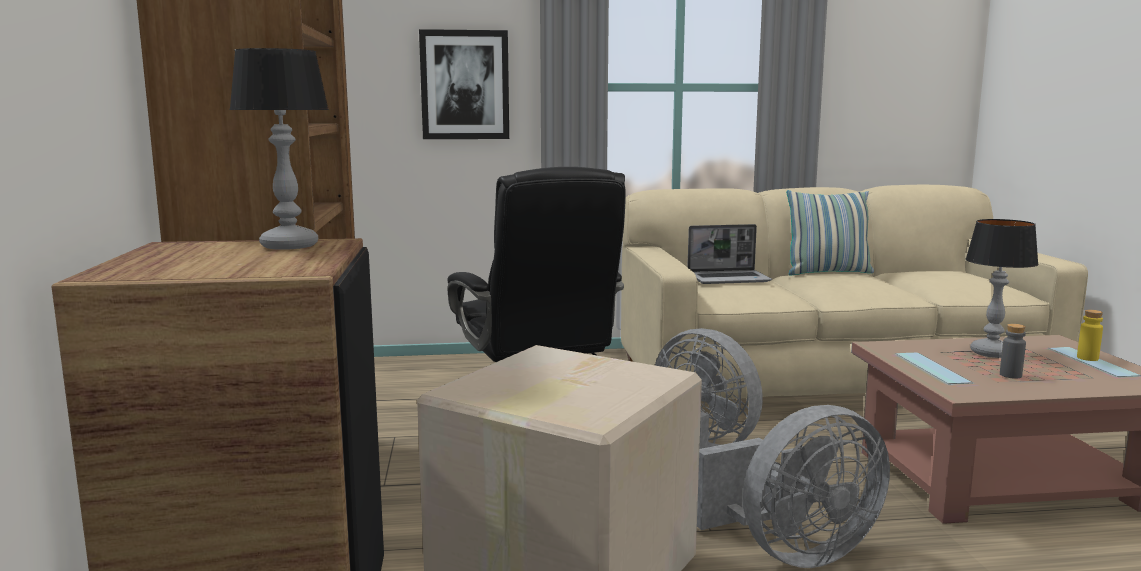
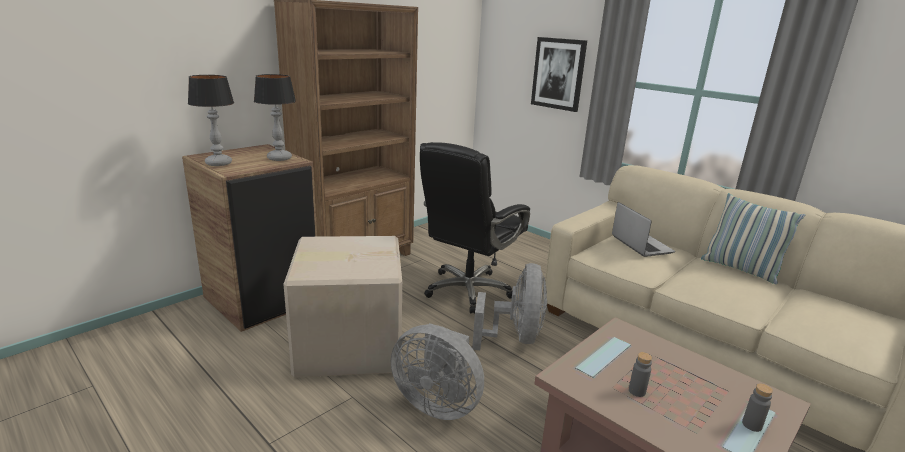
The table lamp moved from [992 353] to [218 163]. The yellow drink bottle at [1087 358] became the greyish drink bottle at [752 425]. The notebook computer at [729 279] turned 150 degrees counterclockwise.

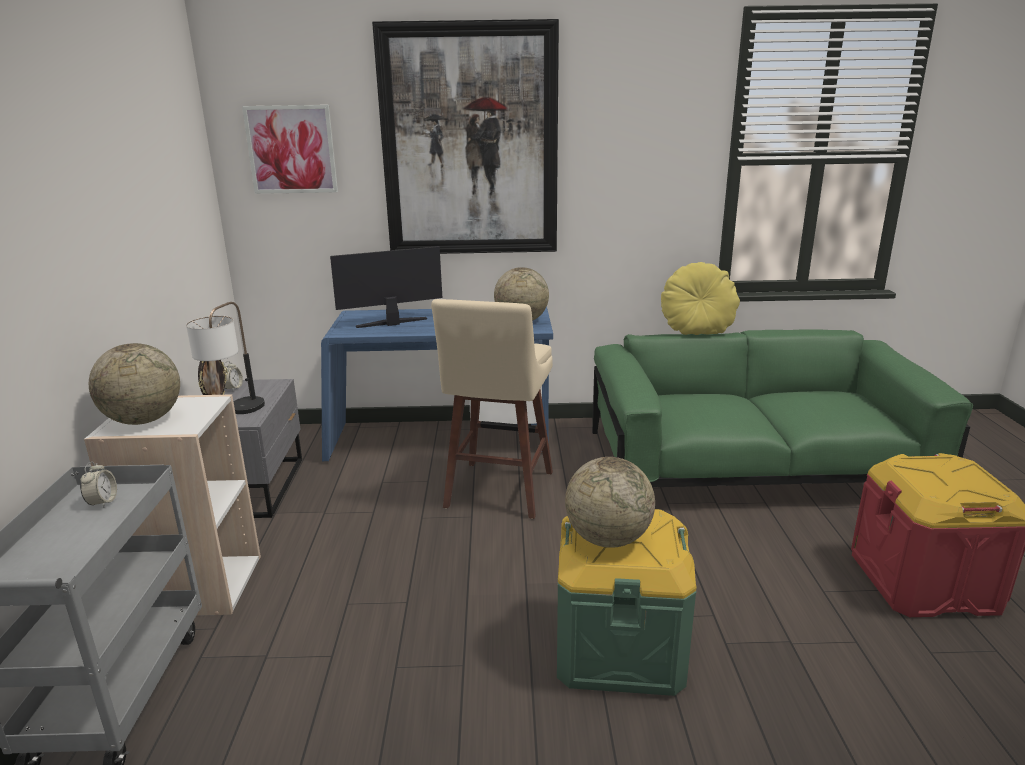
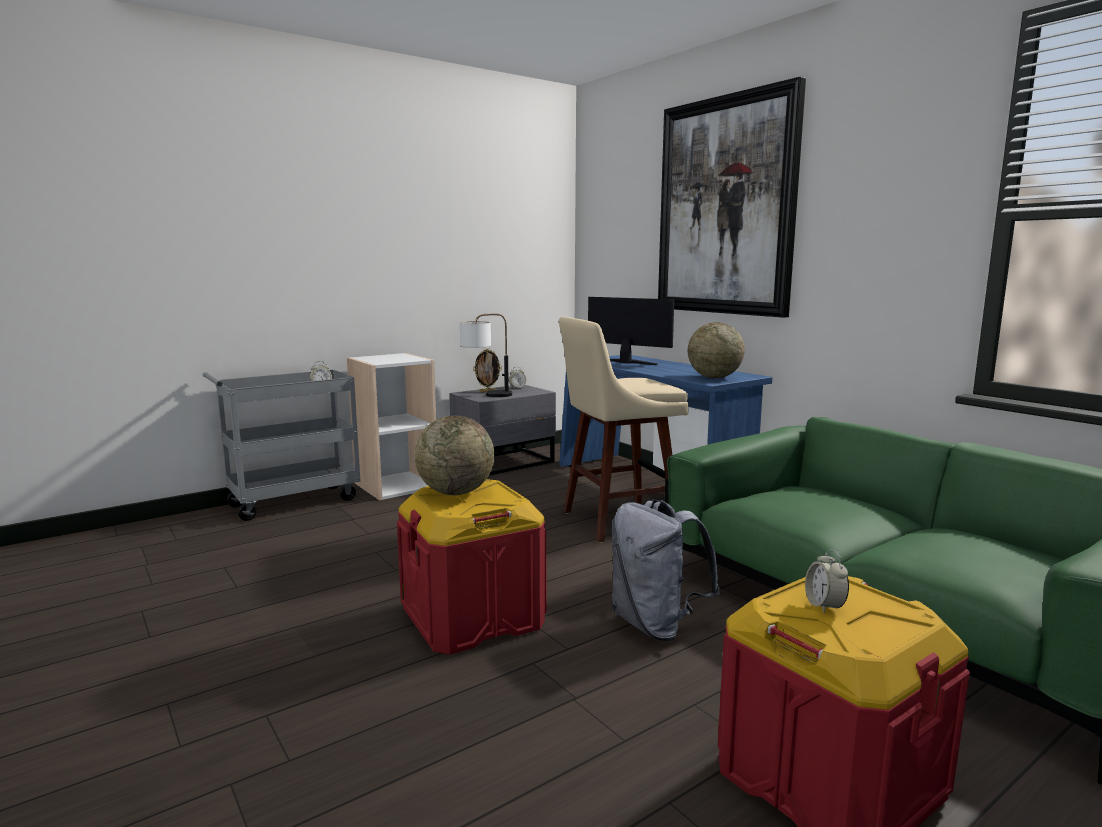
The desk globe at [143 420] disappeared. The wall picture at [291 149] disappeared. The yellow throw pillow at [696 332] disappeared. The greyish backpack at [656 625] appeared. The alarm clock at [824 606] appeared. The green-coloured storage box at [619 647] became the reddish storage box at [473 617].

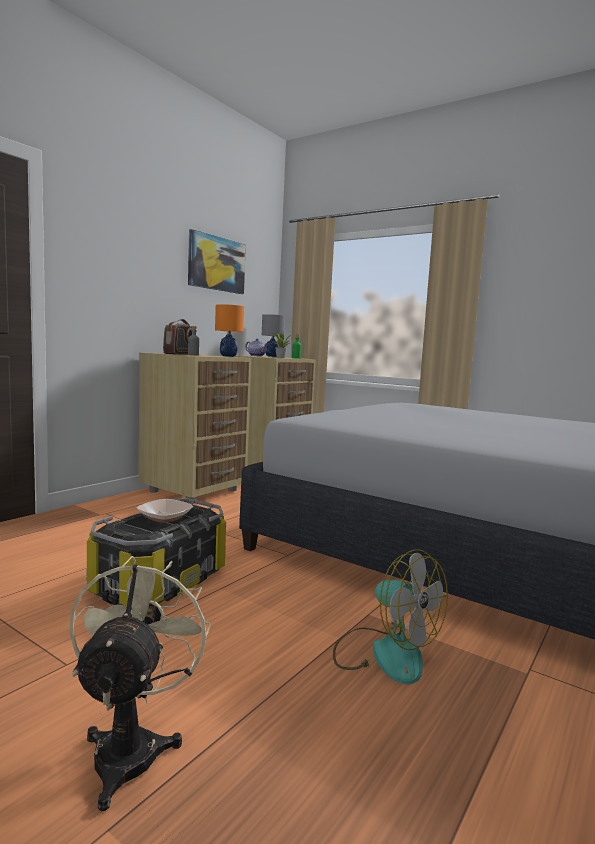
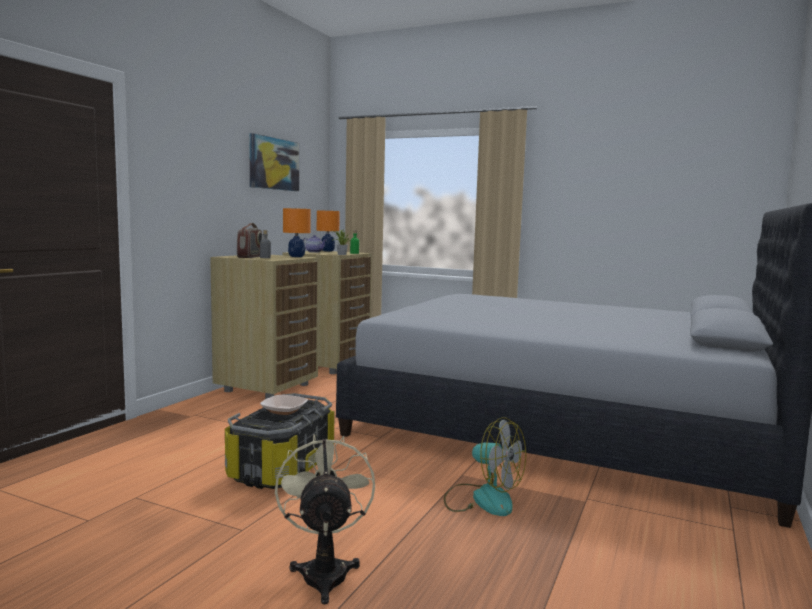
The greyish table lamp at [271 356] became the orange-coloured table lamp at [327 251].

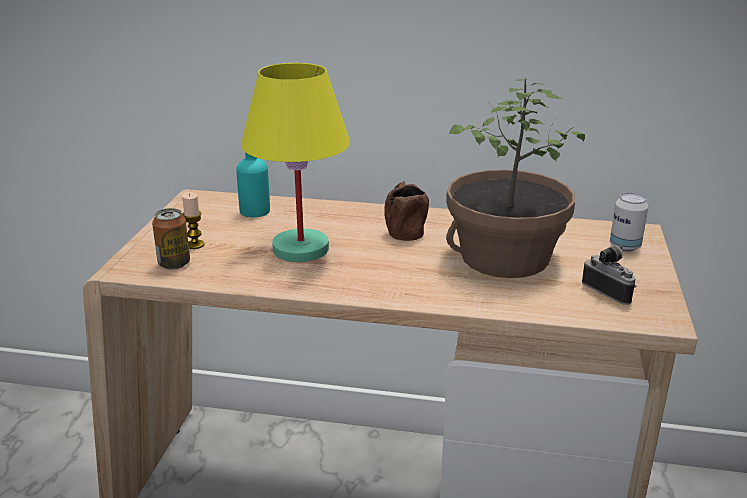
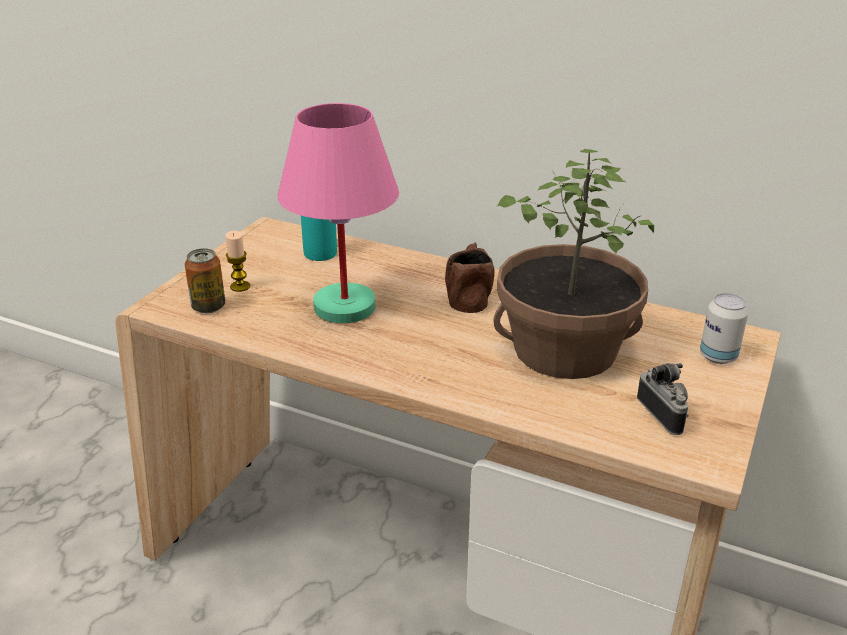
The yellow table lamp at [300 249] became the pink-coloured table lamp at [343 307].

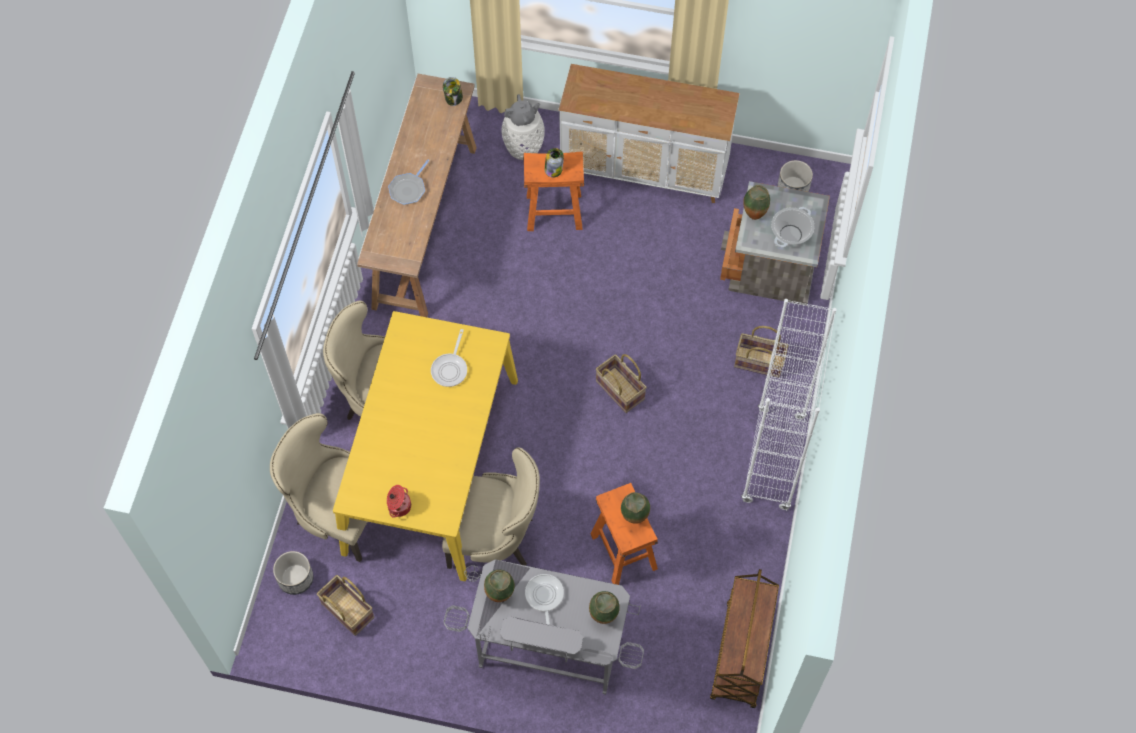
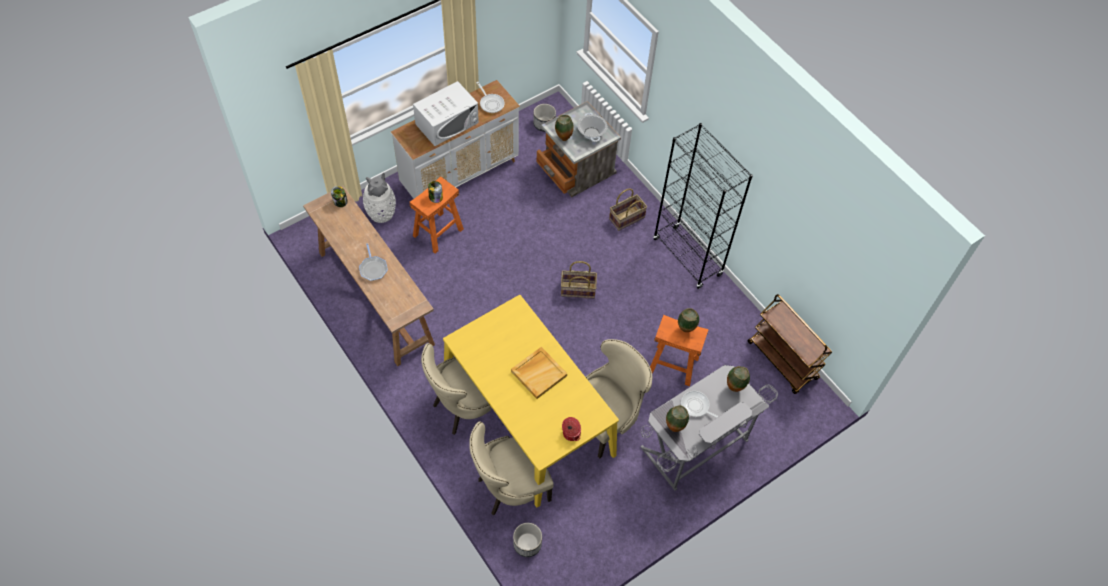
The household basket at [347 611] disappeared. The white-coloured kitchen microwave at [447 123] appeared. The beige-coloured serving tray at [539 373] appeared. The skillet moved from [450 368] to [491 103]. The white-coloured shelving unit at [773 459] became the black shelving unit at [687 257].

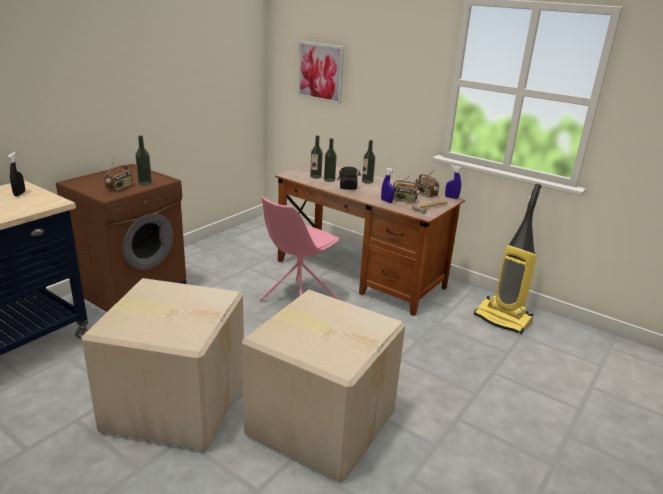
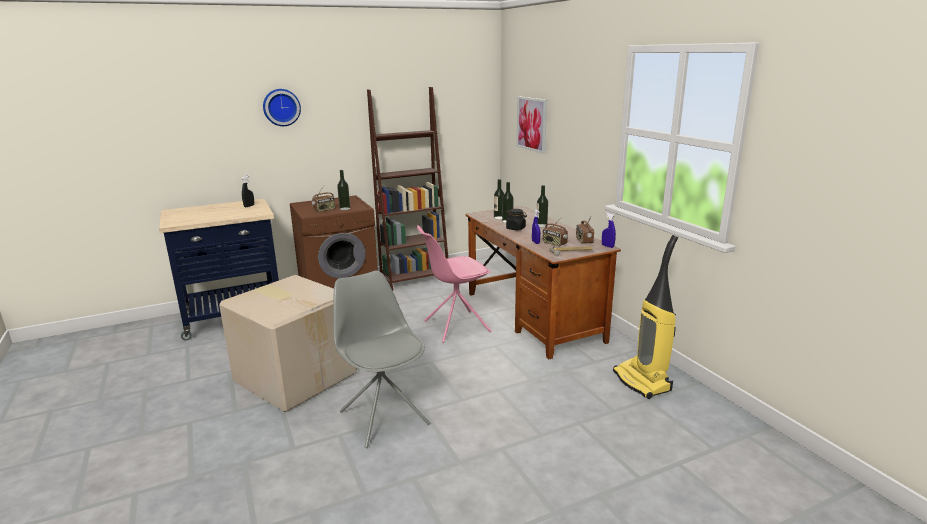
The clock on the wall at [281 107] appeared. The brown-coloured shelving unit at [415 279] appeared. The carton at [320 421] was replaced by the greyish plain chair at [383 417].

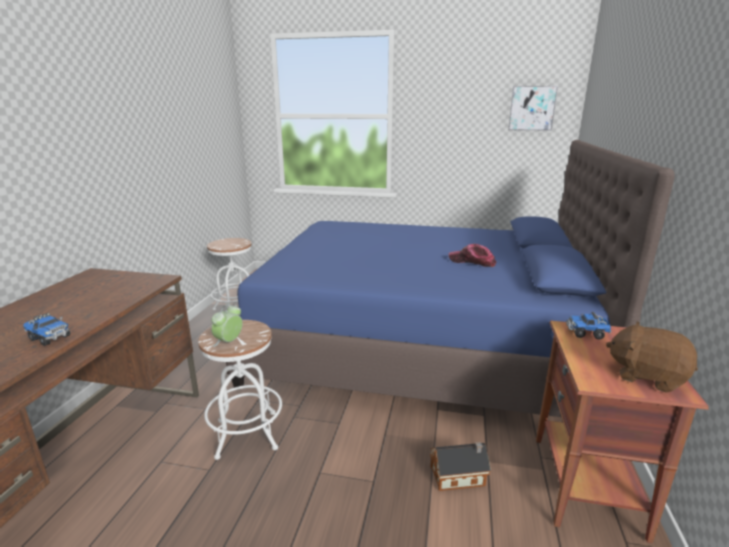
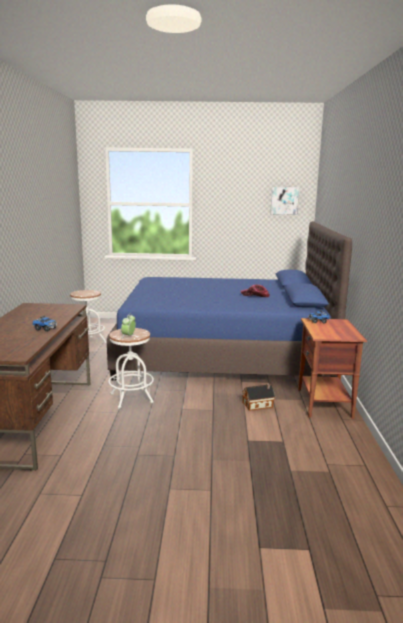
The brown-coloured soft toy at [647 376] disappeared.

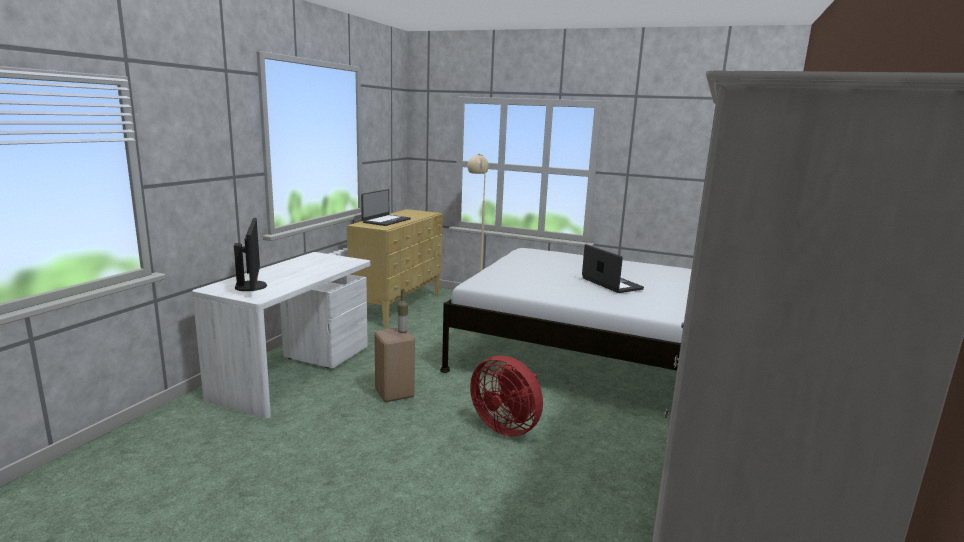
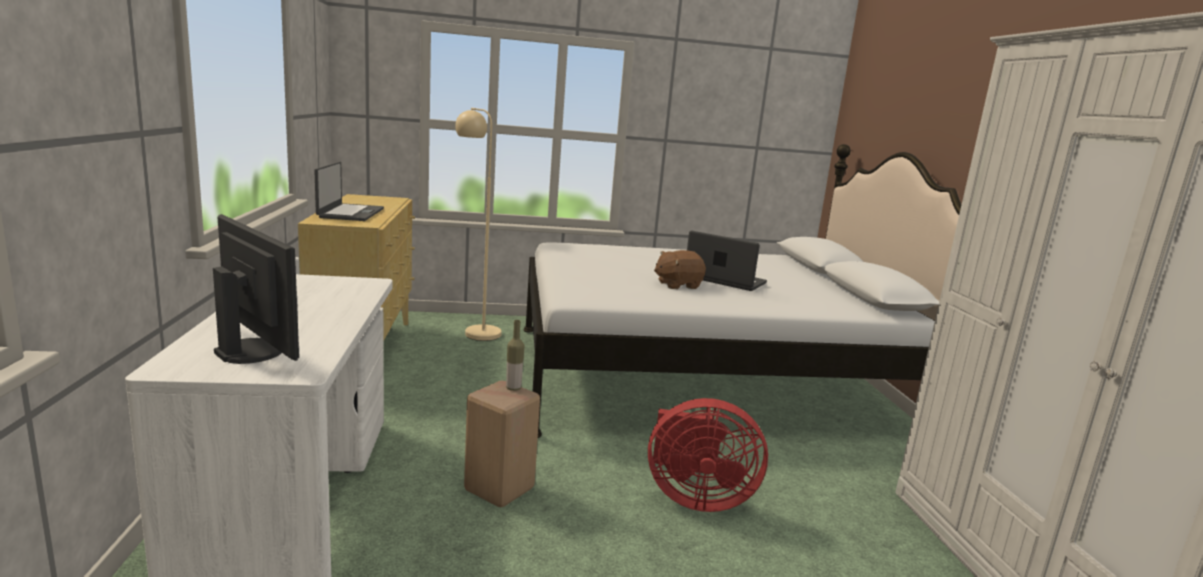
The brown-coloured soft toy at [677 285] appeared.

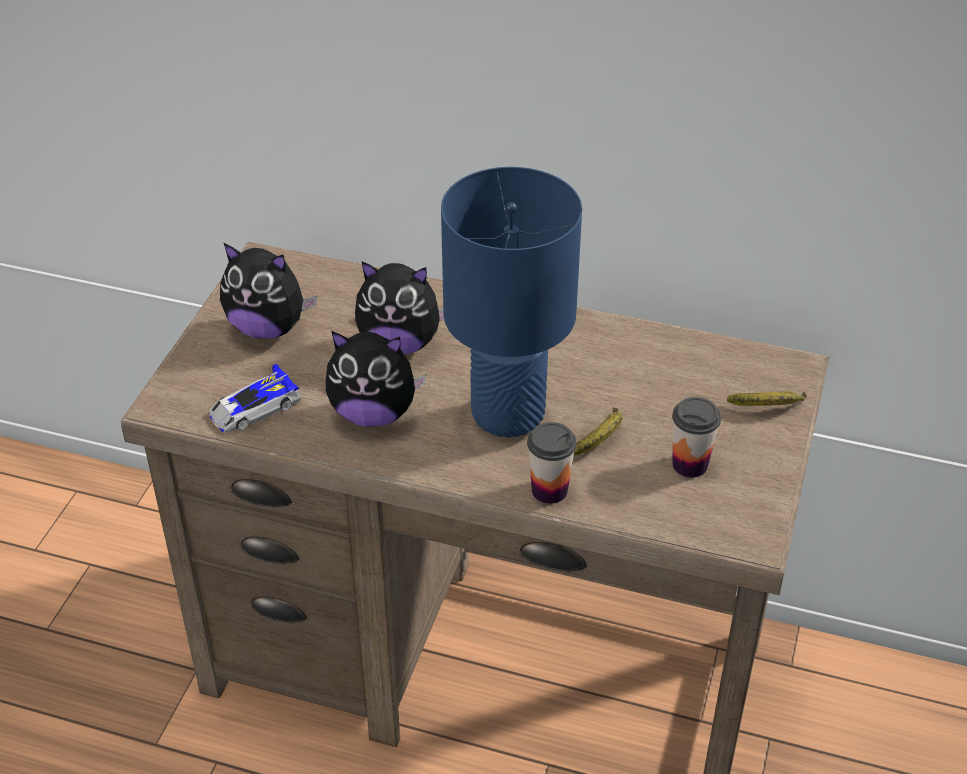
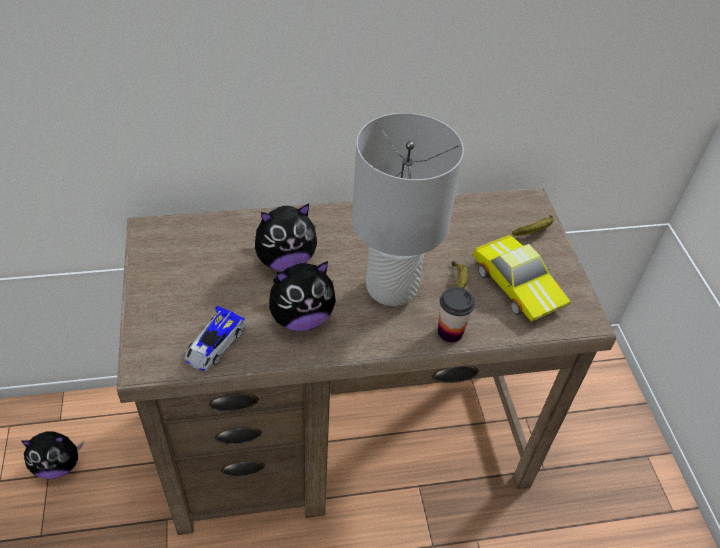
The soft toy moved from [268 328] to [58 465]. The drinking cup at [690 464] was replaced by the model car at [518 284]. The bluish table lamp at [508 420] became the greyish table lamp at [392 292].

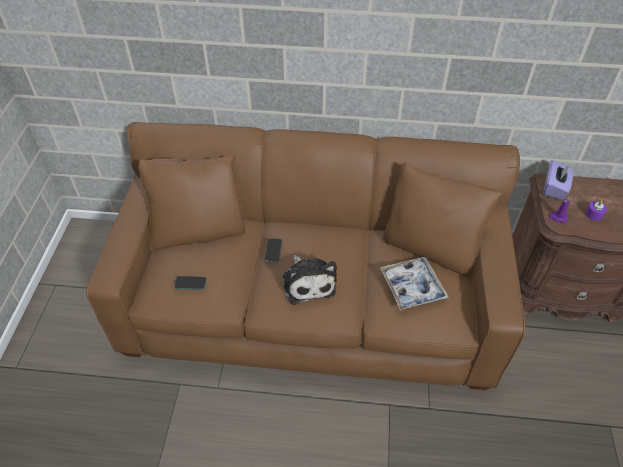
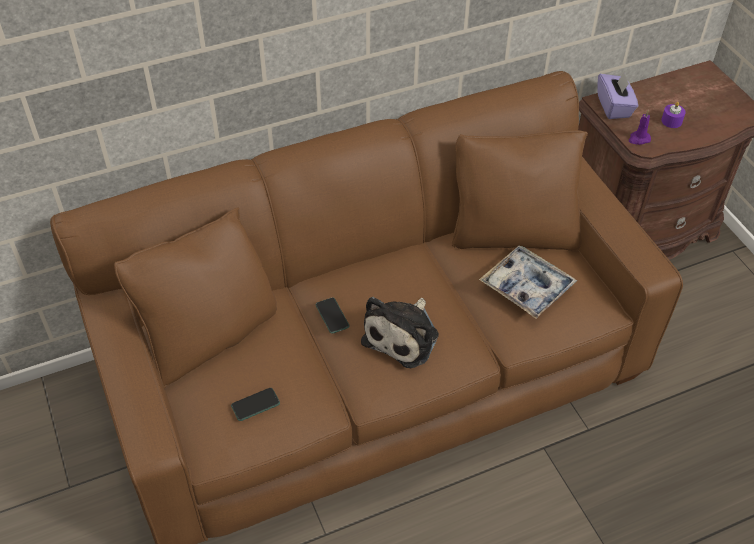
The soft toy at [308 282] turned 75 degrees clockwise.

